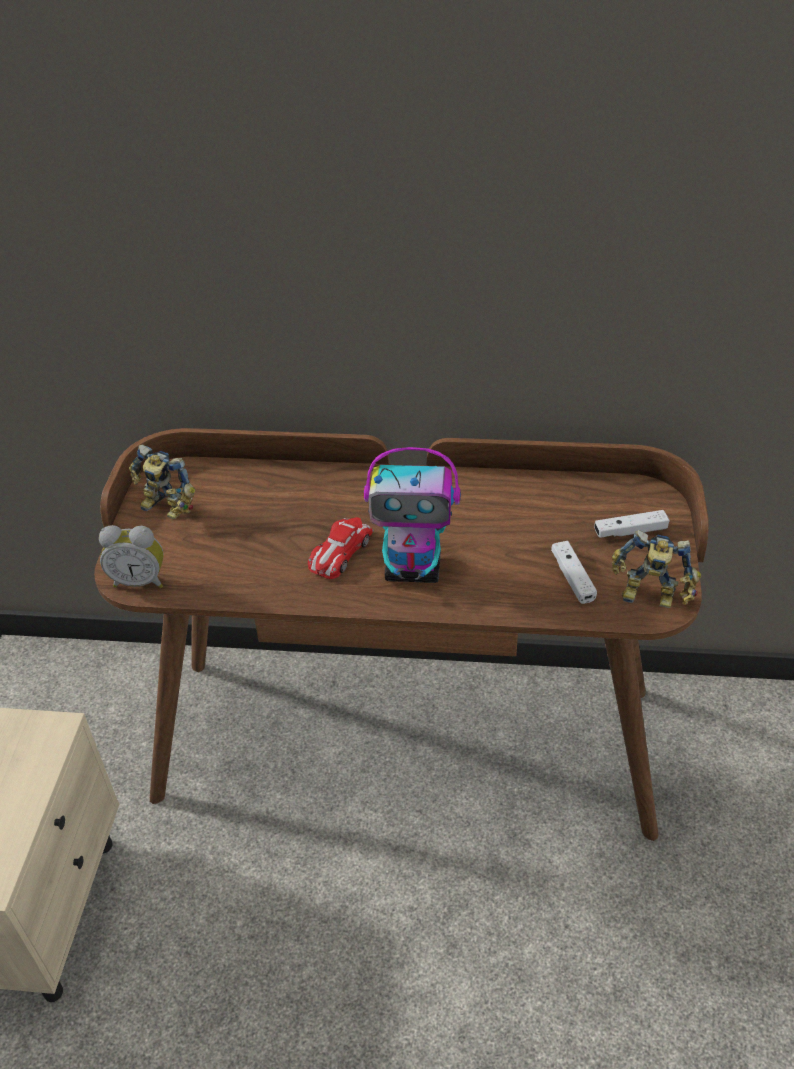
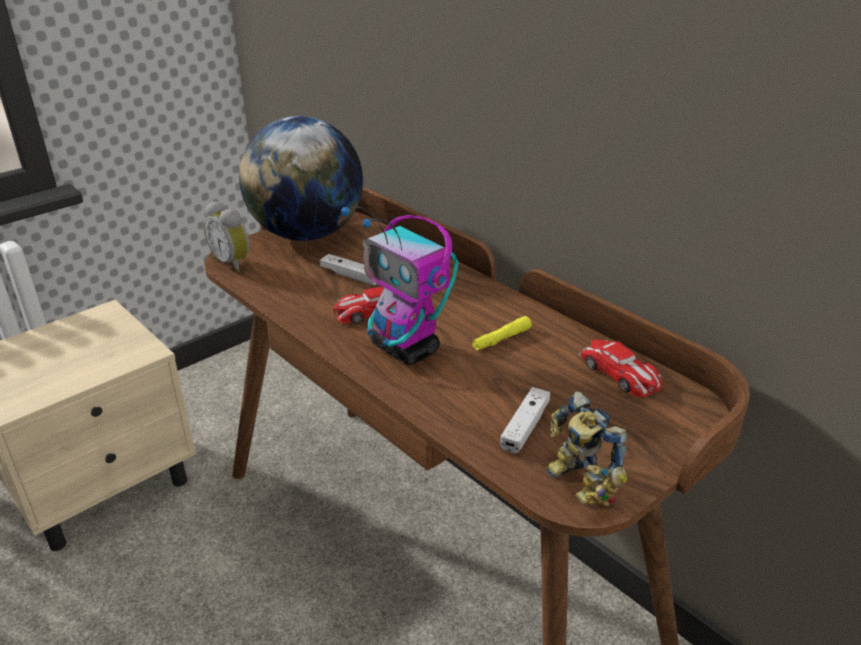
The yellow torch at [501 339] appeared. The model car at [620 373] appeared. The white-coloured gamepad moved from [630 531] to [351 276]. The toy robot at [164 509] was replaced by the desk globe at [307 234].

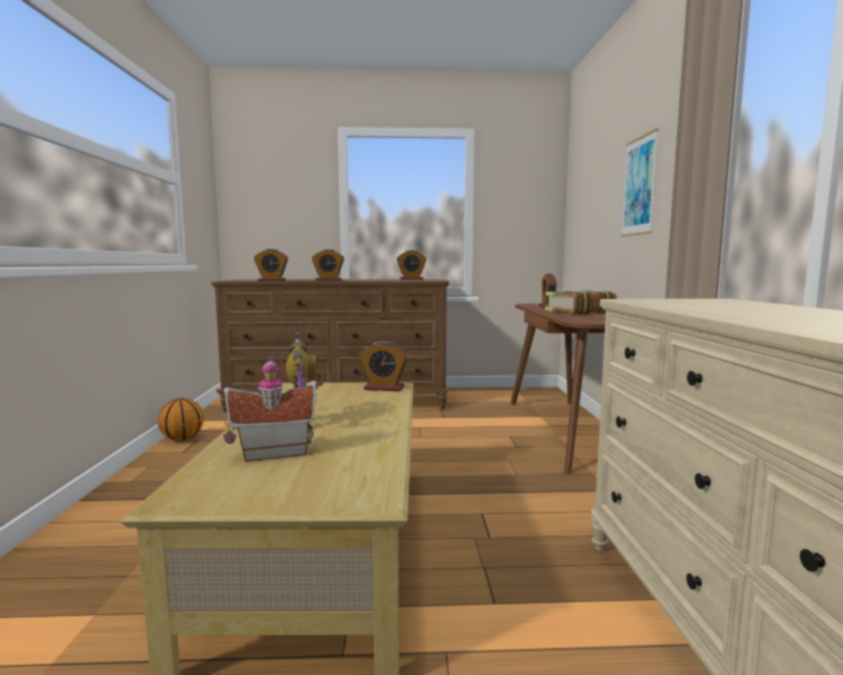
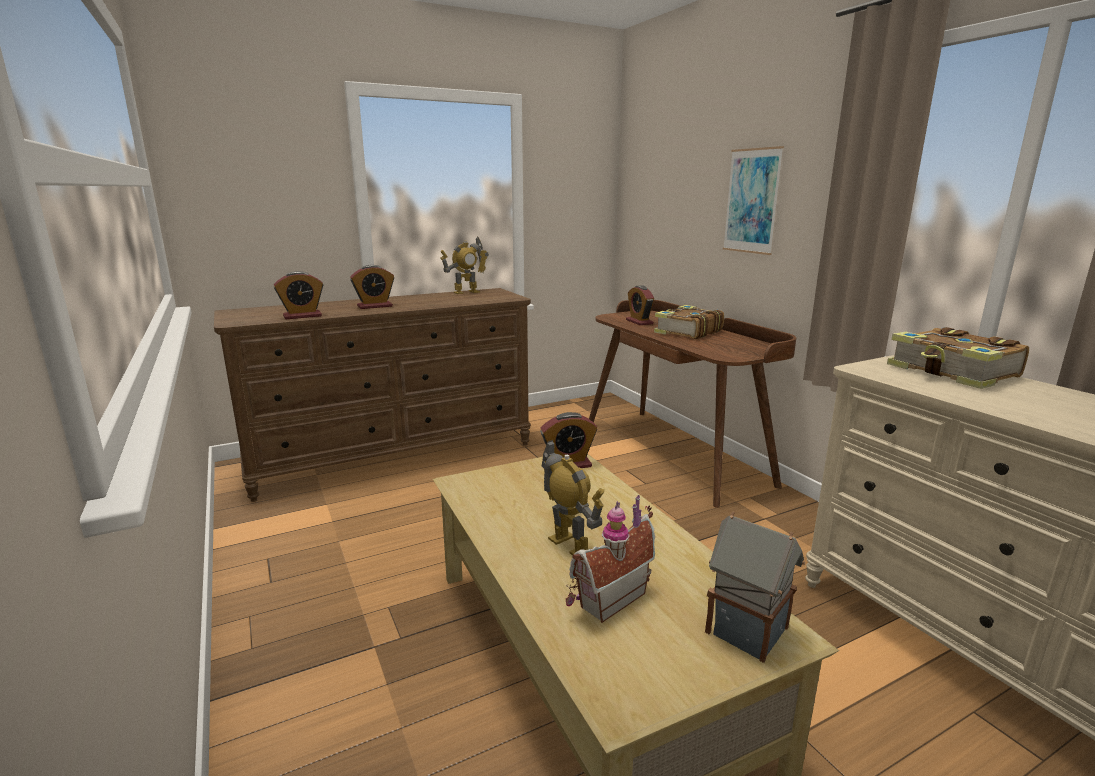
The basketball ball at [183 439] disappeared. The toy house at [749 631] appeared. The bound book at [953 373] appeared. The alarm clock at [411 279] was replaced by the toy robot at [466 292].

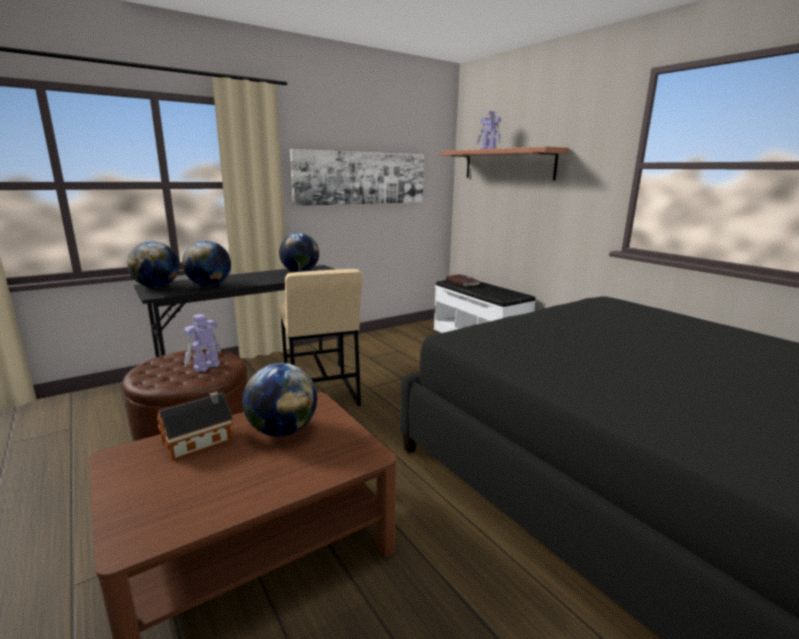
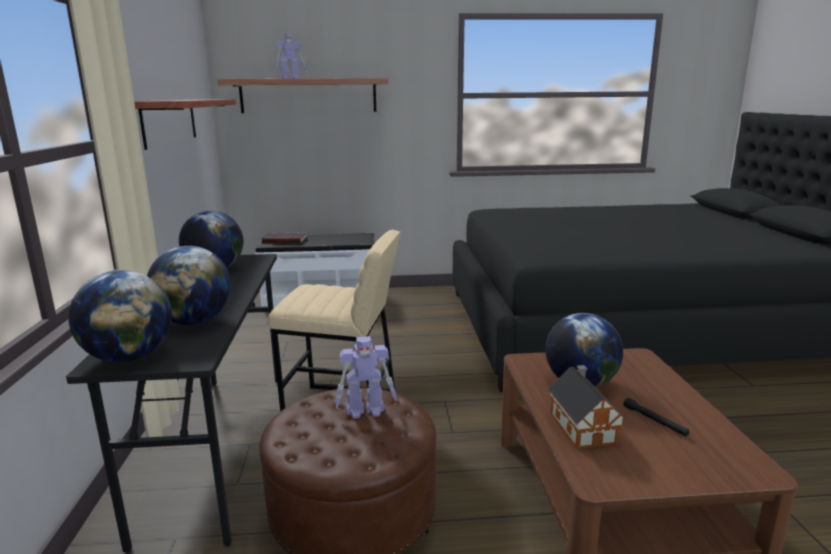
The black torch at [654 421] appeared. The wall picture at [361 178] was replaced by the wall shelf at [170 121]. The toy robot at [205 367] turned 75 degrees counterclockwise.

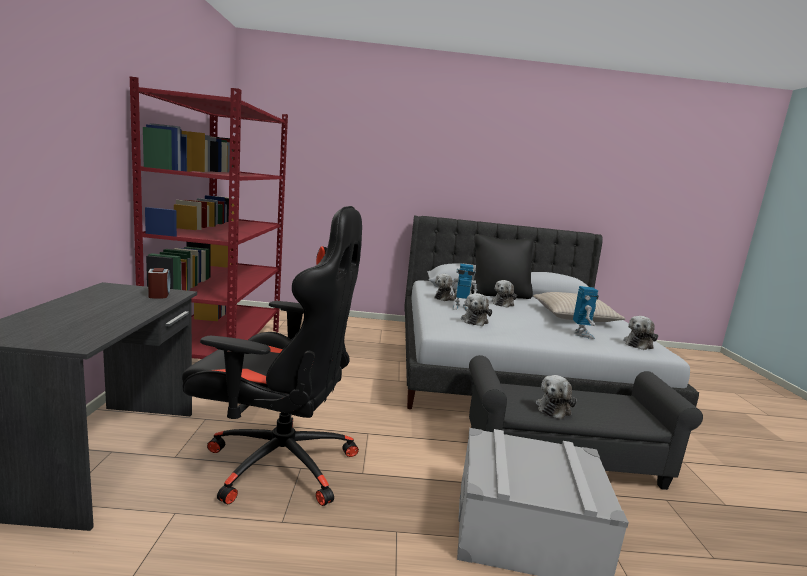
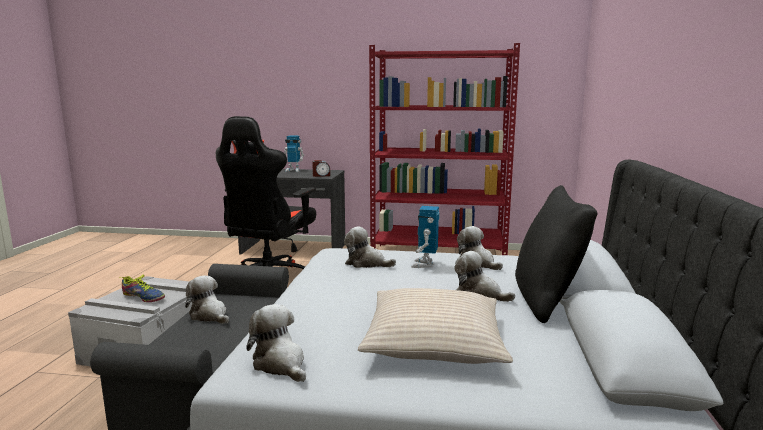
The low shoe at [143 297] appeared. The toy robot moved from [581 335] to [293 170].

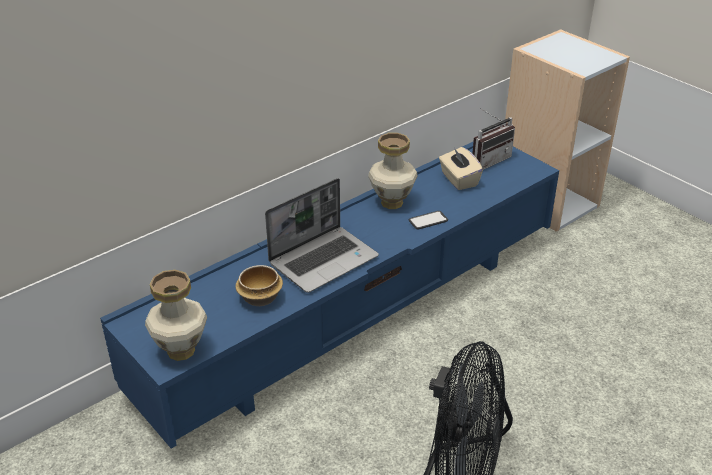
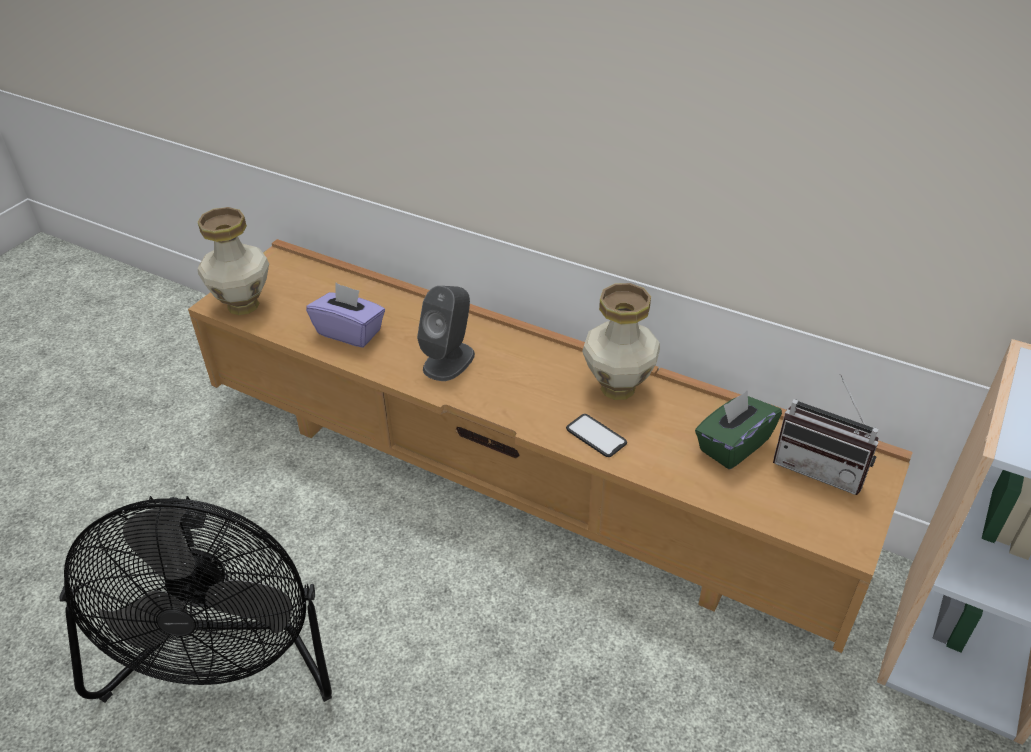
The serving bowl at [260 298] was replaced by the purplish tissue holder at [350 332]. The notebook computer at [324 260] was replaced by the greyish loudspeaker at [449 360]. The bluish tv unit at [354 311] became the brown-coloured tv unit at [518 472]. The beige-coloured tissue holder at [458 180] became the green-coloured tissue holder at [733 445].

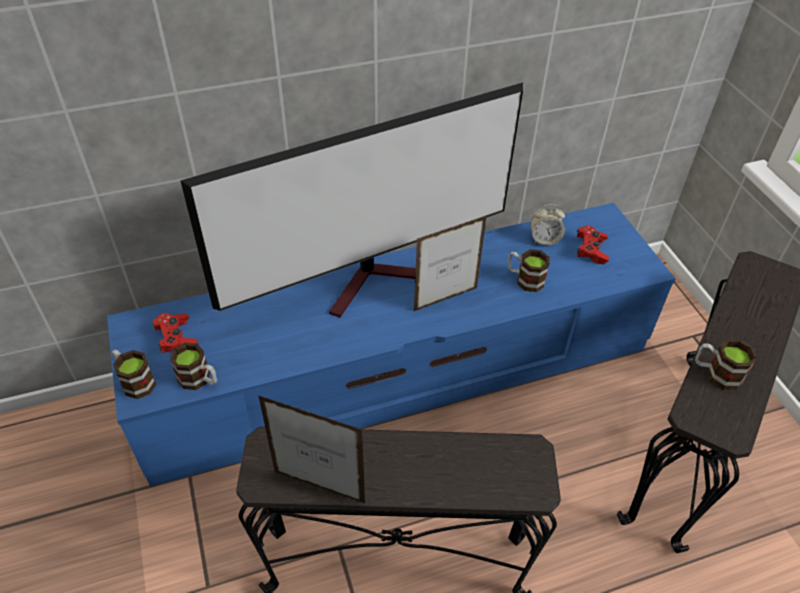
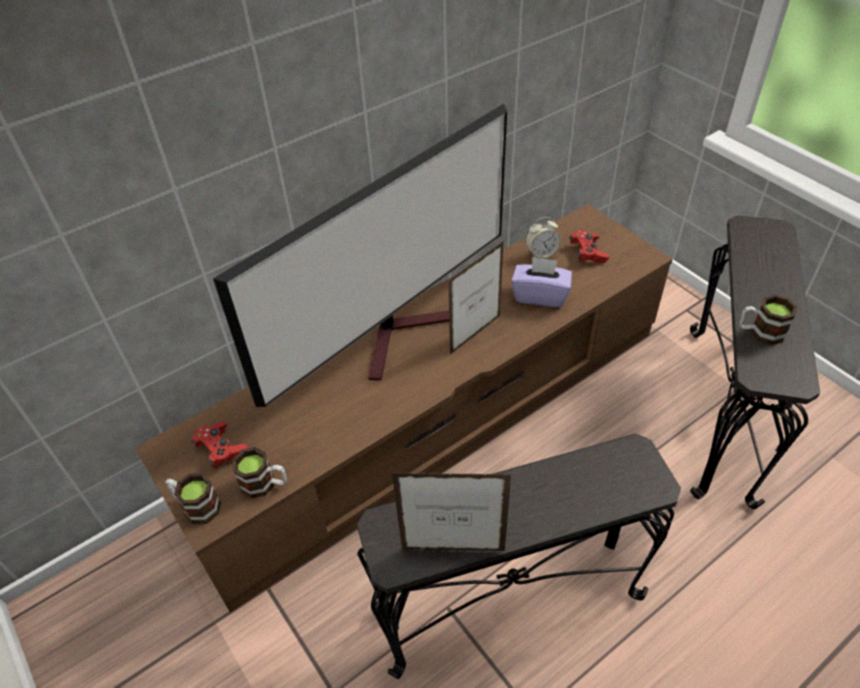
The mug at [524 279] was replaced by the purplish tissue holder at [540 295]. The bluish tv unit at [398 367] became the brown-coloured tv unit at [433 416].

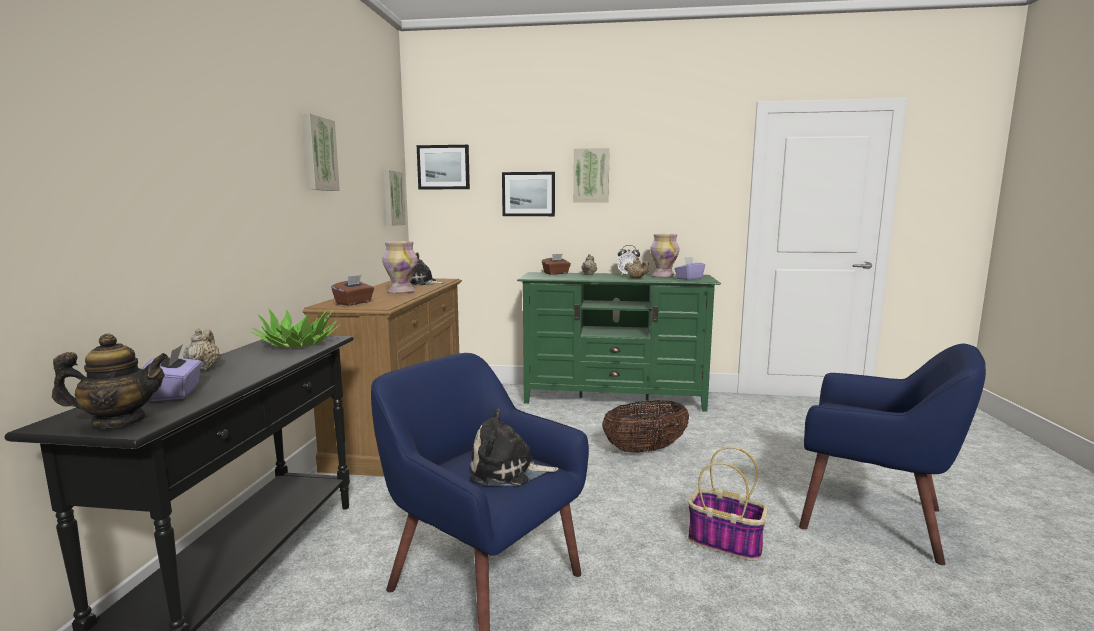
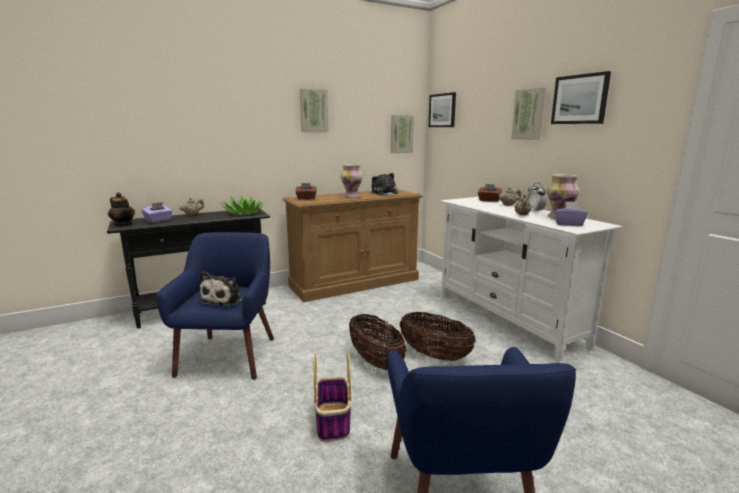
The household basket at [375 361] appeared. The wall picture moved from [528 194] to [580 99]. The green-coloured tv unit at [614 398] became the white-coloured tv unit at [508 319]. The soft toy at [507 471] turned 135 degrees counterclockwise.

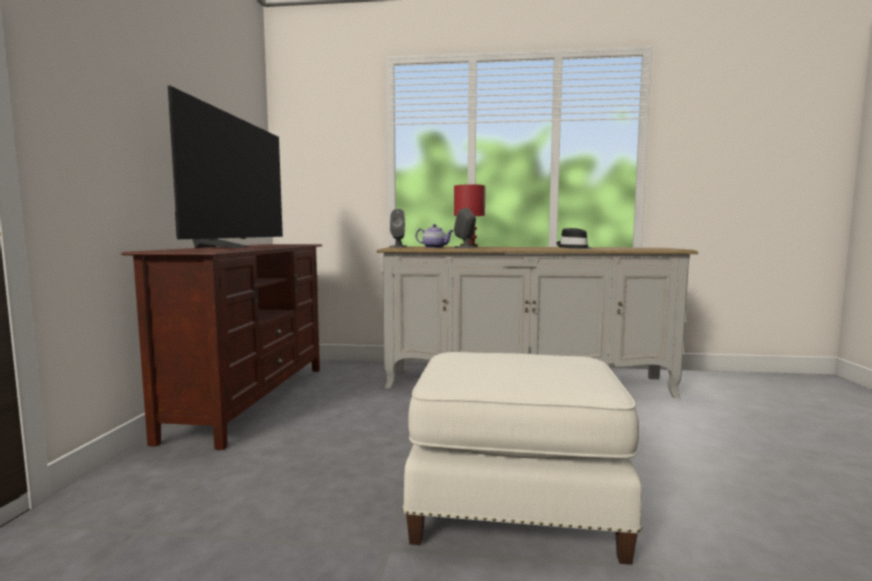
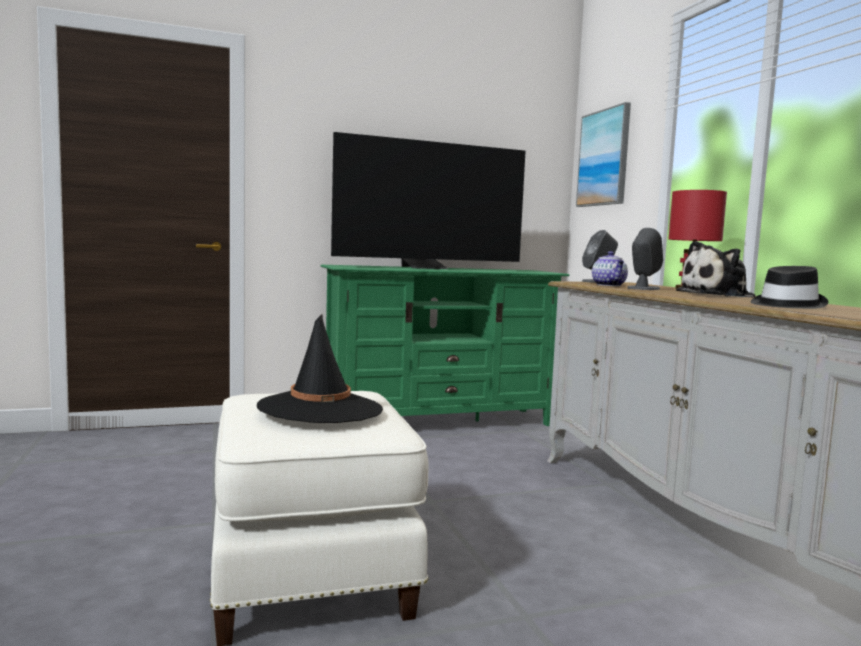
The black clothing hat at [320 408] appeared. The wall picture at [604 158] appeared. The soft toy at [719 295] appeared. The brown-coloured tv unit at [251 400] became the green-coloured tv unit at [439 422].

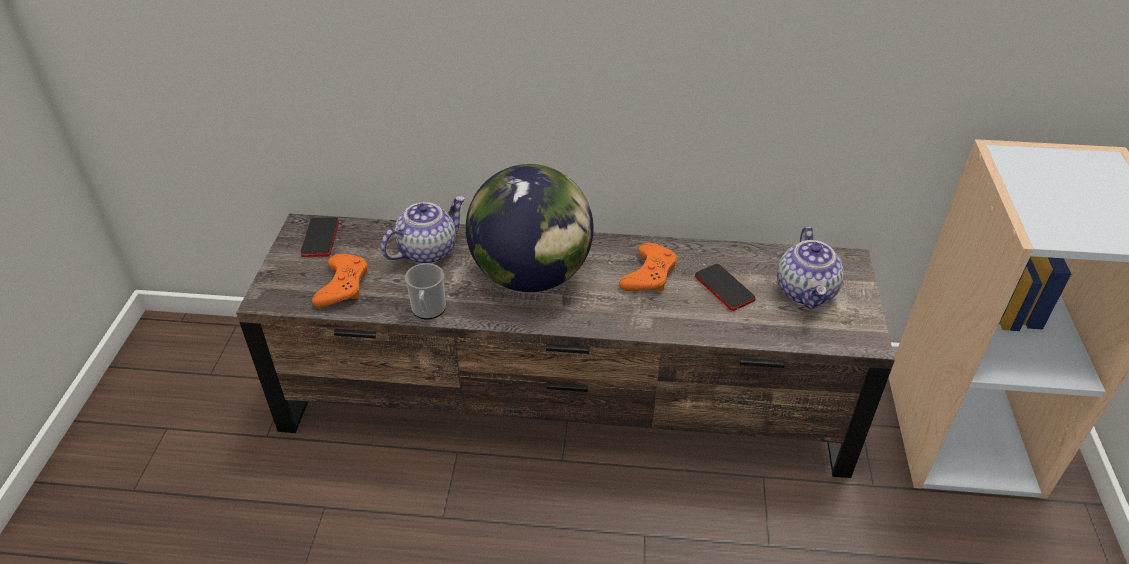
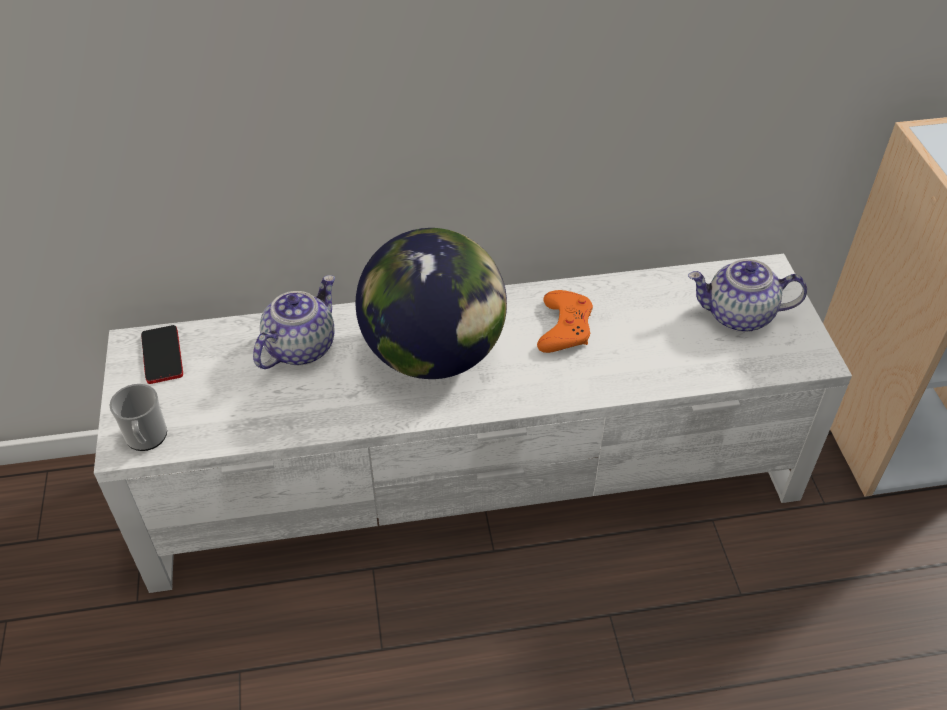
The orange-coloured gamepad at [343 285] disappeared. The handset at [724 288] disappeared. The mug moved from [428 311] to [146 439]. The brown-coloured tv unit at [567 399] became the white-coloured tv unit at [476 478]. The teapot at [806 292] turned 105 degrees clockwise.

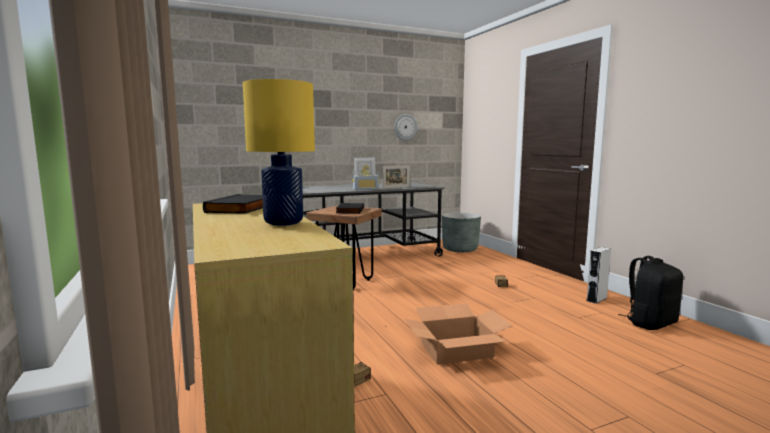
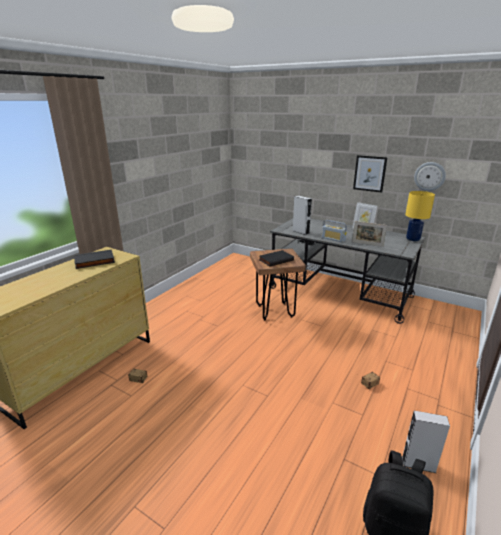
The carton at [456 350] disappeared. The greyish flower pot at [460 249] disappeared. The greyish loudspeaker at [300 232] appeared. The wall picture at [369 173] appeared. The yellow table lamp moved from [284 224] to [413 240].

